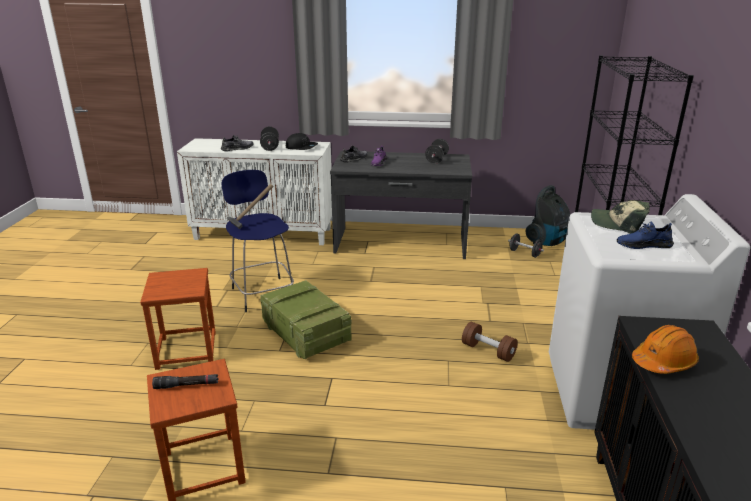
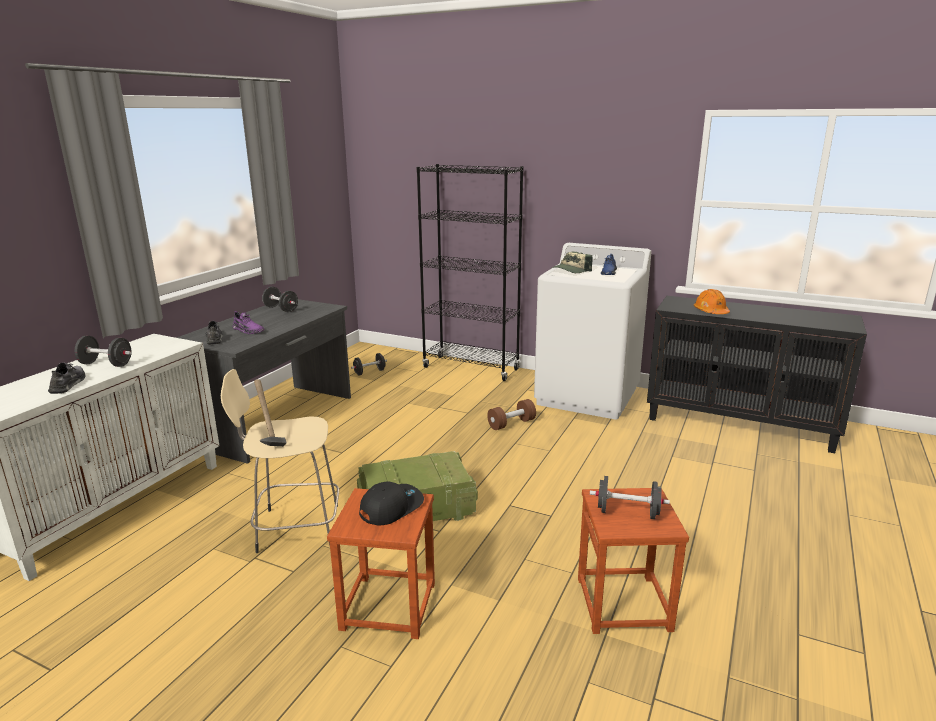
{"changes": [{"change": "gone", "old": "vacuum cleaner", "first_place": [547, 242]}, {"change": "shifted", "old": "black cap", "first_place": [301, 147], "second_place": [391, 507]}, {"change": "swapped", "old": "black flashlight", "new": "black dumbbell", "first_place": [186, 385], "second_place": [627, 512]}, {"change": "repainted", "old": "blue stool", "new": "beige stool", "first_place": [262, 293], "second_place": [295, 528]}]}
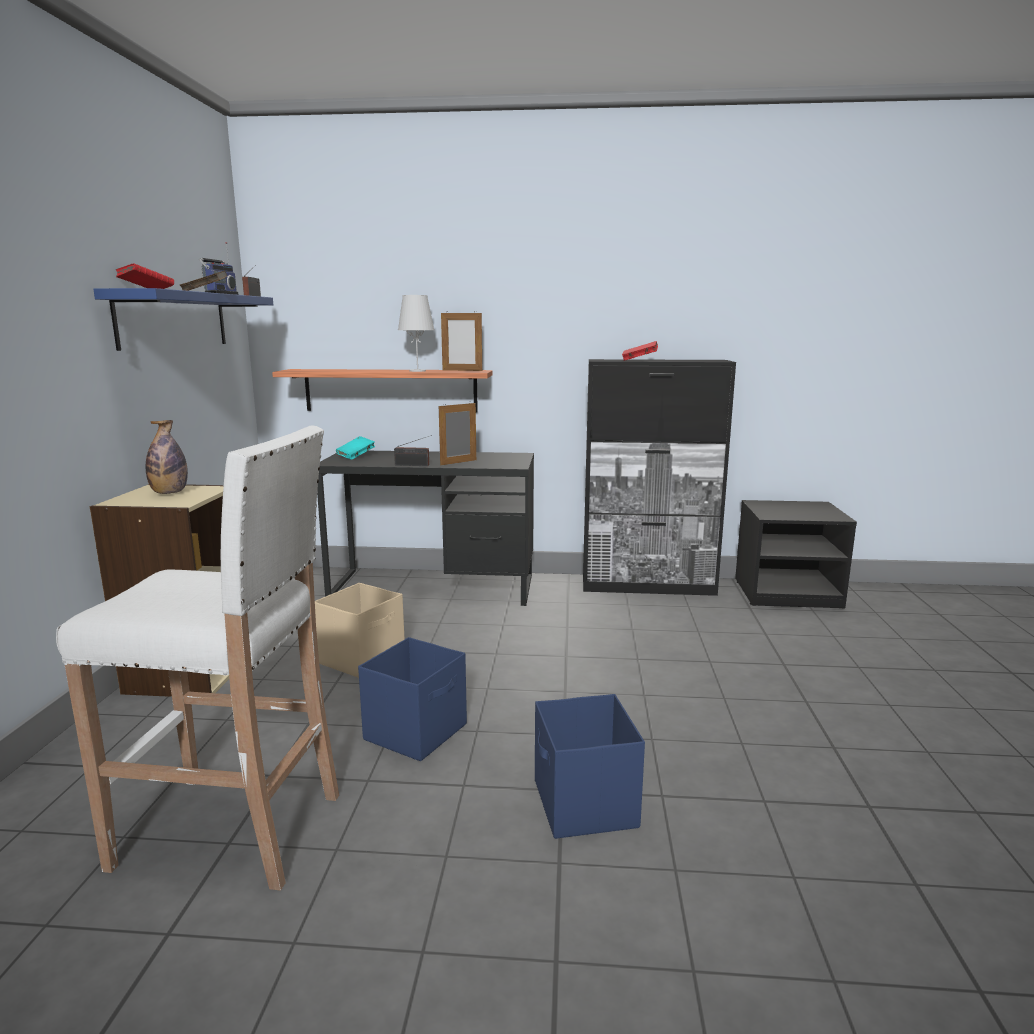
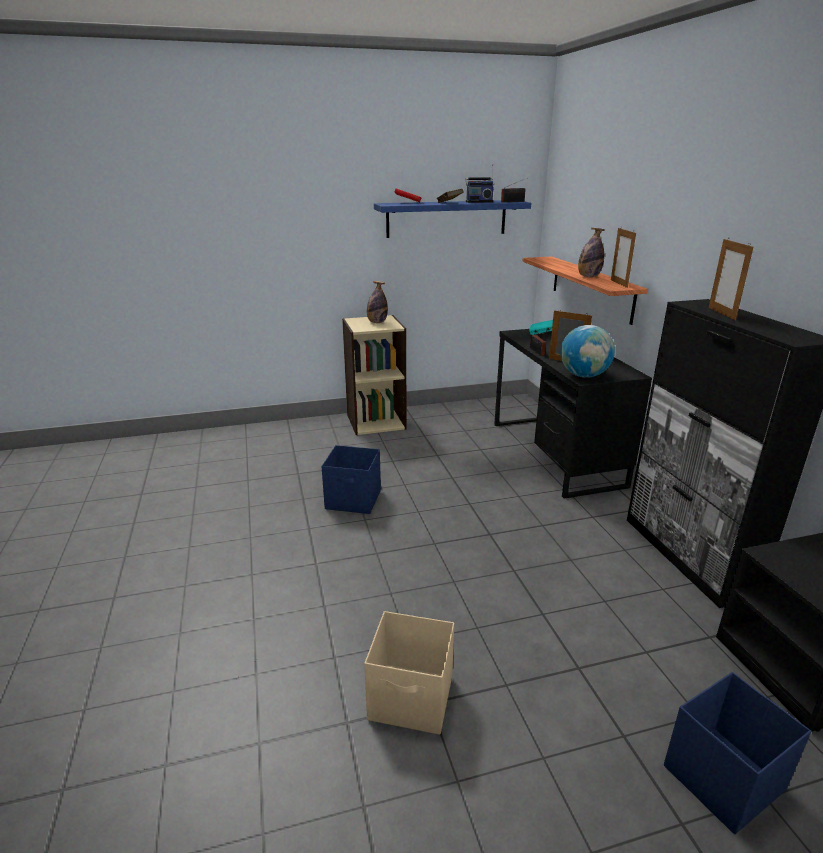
{"changes": [{"change": "gone", "old": "white stool", "first_place": [234, 830]}, {"change": "new", "new": "globe", "second_place": [584, 375]}, {"change": "shifted", "old": "beige storage box", "first_place": [363, 659], "second_place": [412, 699]}, {"change": "shifted", "old": "blue storage box", "first_place": [584, 805], "second_place": [721, 778]}, {"change": "swapped", "old": "white table lamp", "new": "bottle", "first_place": [417, 371], "second_place": [588, 276]}, {"change": "swapped", "old": "red book", "new": "picture frame", "first_place": [639, 360], "second_place": [721, 313]}]}
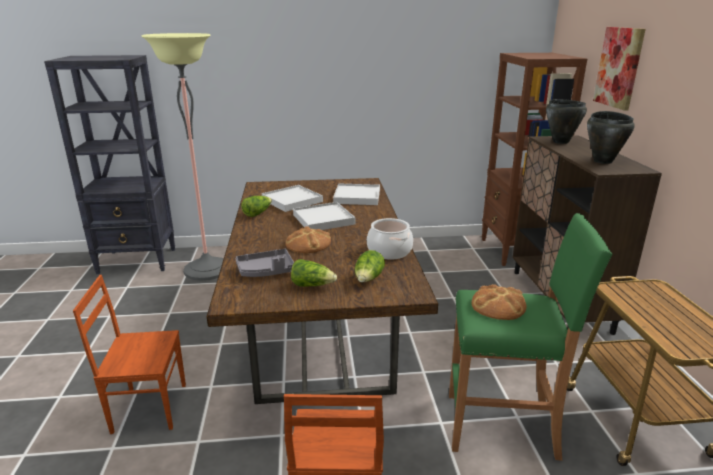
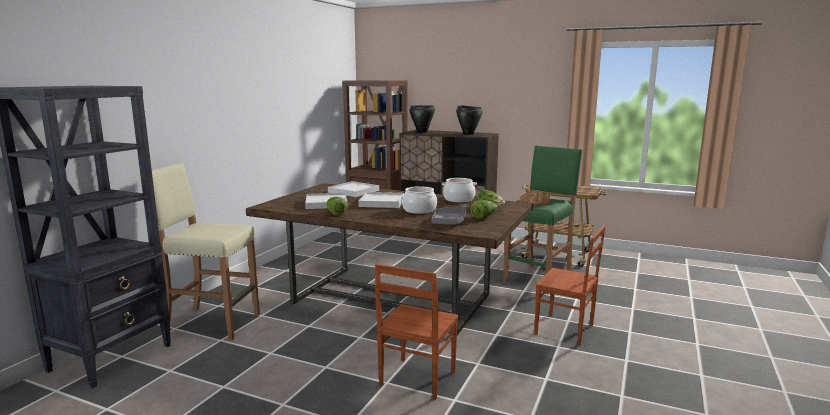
{"changes": [{"change": "gone", "old": "picture", "first_place": [619, 67]}, {"change": "swapped", "old": "floor lamp", "new": "beige stool", "first_place": [207, 269], "second_place": [211, 323]}, {"change": "swapped", "old": "bread", "new": "cooking pot", "first_place": [308, 244], "second_place": [419, 210]}]}
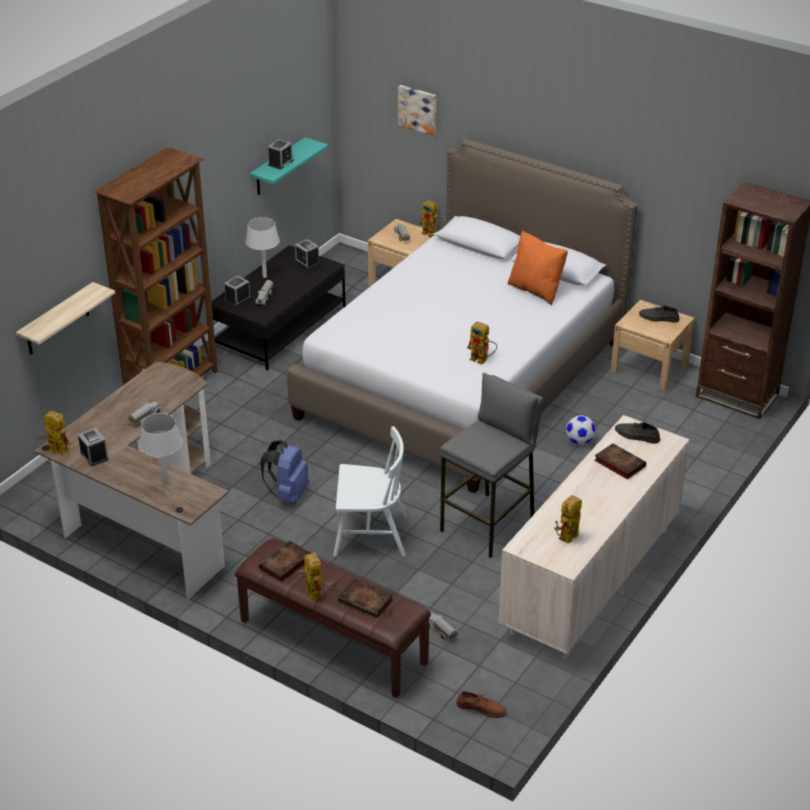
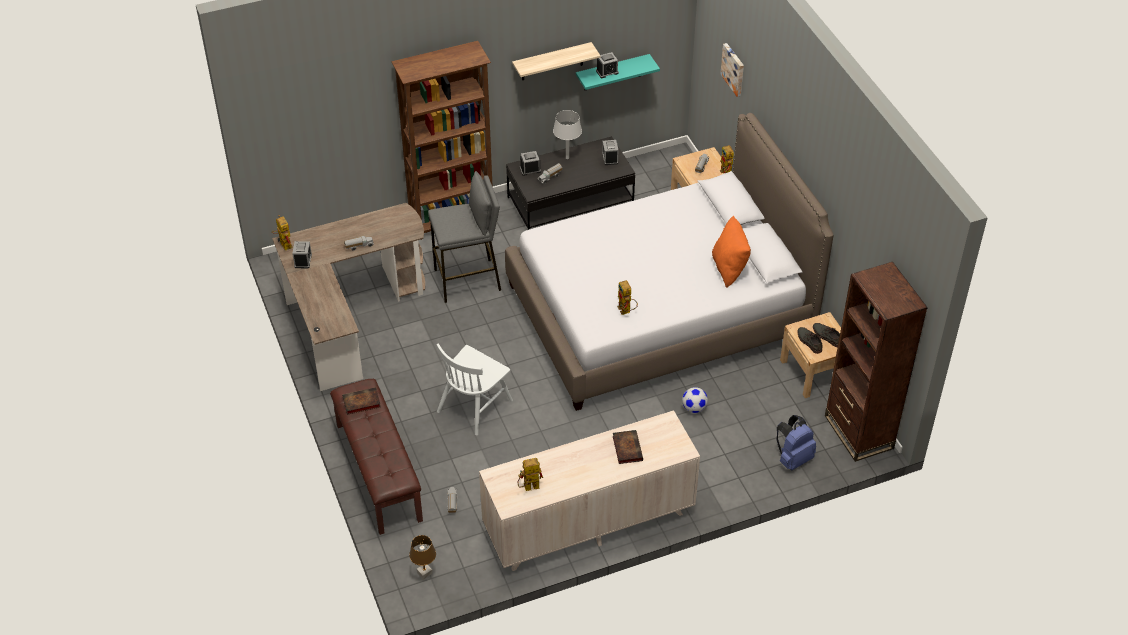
{"changes": [{"change": "gone", "old": "grey table lamp", "first_place": [165, 483]}, {"change": "gone", "old": "toy robot", "first_place": [311, 591]}, {"change": "gone", "old": "book", "first_place": [367, 601]}, {"change": "shifted", "old": "shelf", "first_place": [57, 320], "second_place": [552, 62]}, {"change": "shifted", "old": "blue backpack", "first_place": [287, 494], "second_place": [793, 458]}, {"change": "shifted", "old": "grey stool", "first_place": [488, 524], "second_place": [468, 280]}, {"change": "shifted", "old": "grey shoe", "first_place": [636, 436], "second_place": [809, 341]}, {"change": "swapped", "old": "brown shoe", "new": "brown table lamp", "first_place": [481, 708], "second_place": [424, 573]}, {"change": "rotated", "old": "white chair", "first_place": [370, 535], "second_place": [474, 405], "degrees": 90}]}
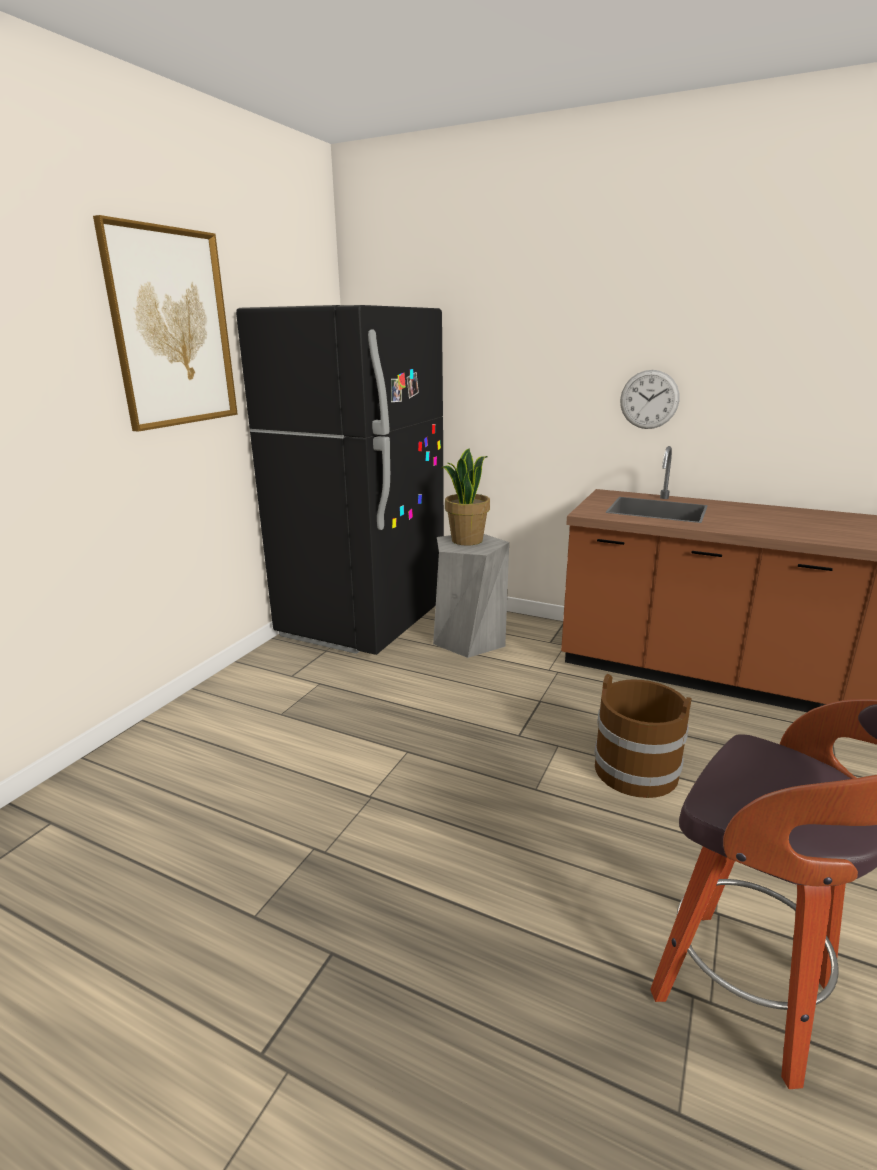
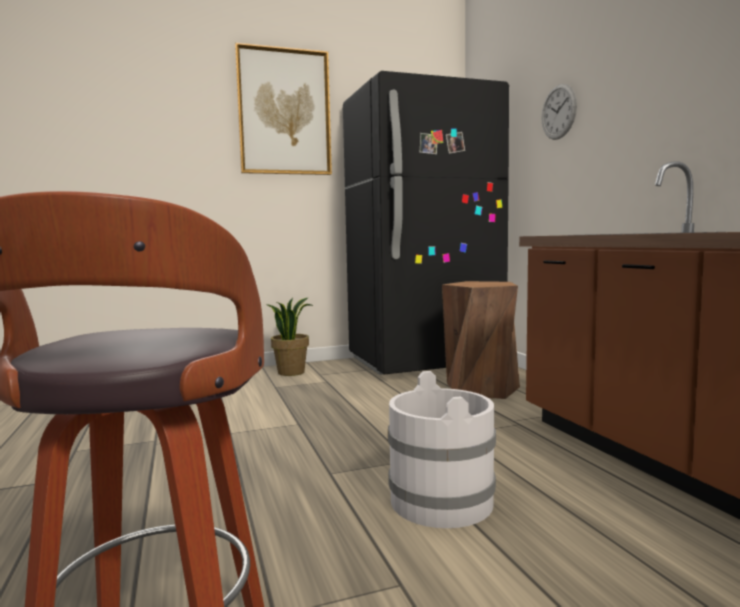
{"changes": [{"change": "shifted", "old": "potted plant", "first_place": [466, 540], "second_place": [291, 372]}, {"change": "shifted", "old": "wall clock", "first_place": [649, 399], "second_place": [558, 112]}, {"change": "repainted", "old": "grey stool", "new": "brown stool", "first_place": [469, 640], "second_place": [482, 388]}, {"change": "repainted", "old": "brown bucket", "new": "white bucket", "first_place": [636, 770], "second_place": [442, 501]}]}
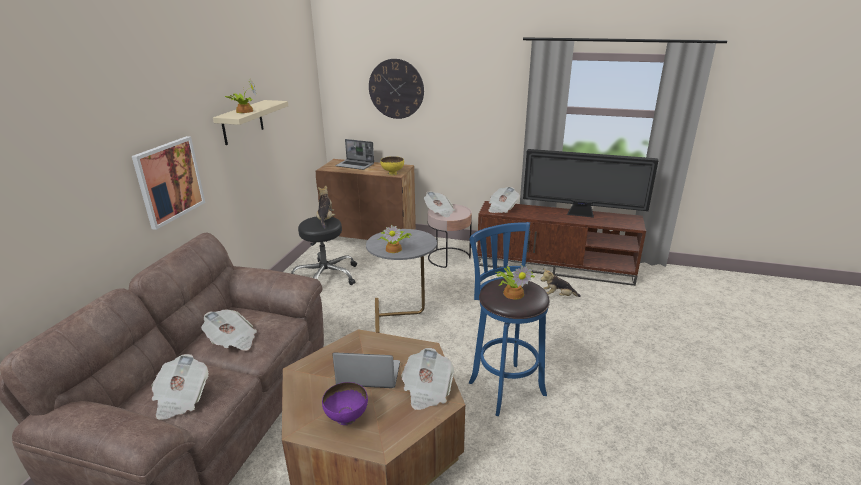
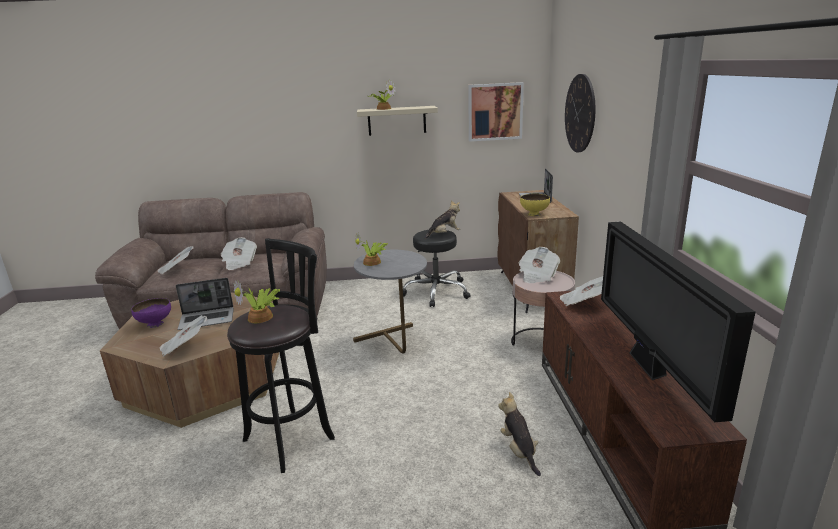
{"changes": [{"change": "shifted", "old": "picture", "first_place": [169, 181], "second_place": [495, 112]}, {"change": "repainted", "old": "blue stool", "new": "black stool", "first_place": [504, 386], "second_place": [293, 436]}, {"change": "rotated", "old": "laptop", "first_place": [368, 375], "second_place": [208, 319], "degrees": 90}]}
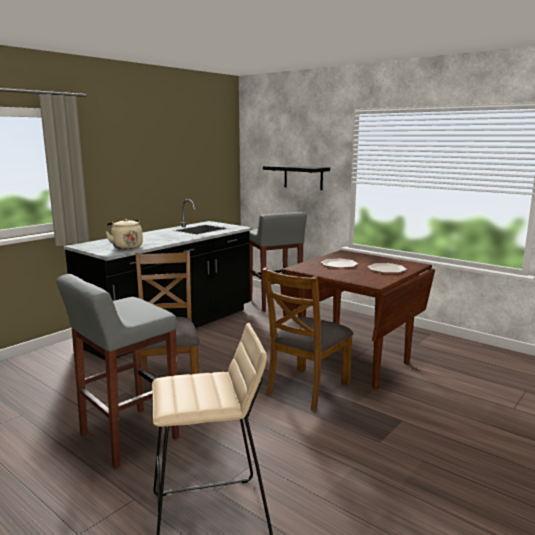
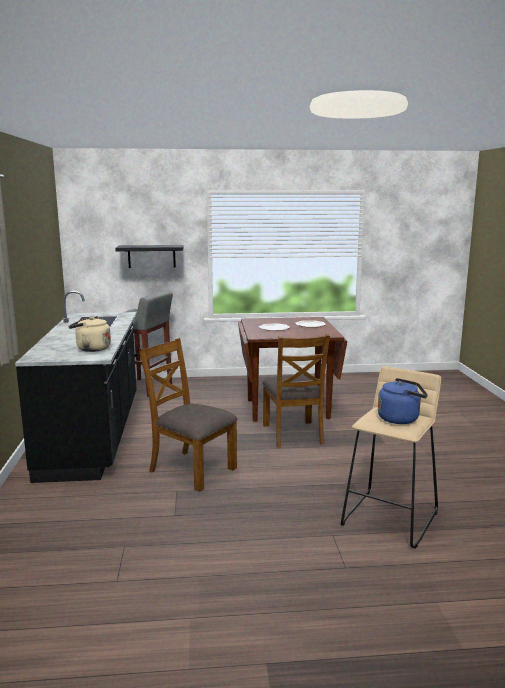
{"changes": [{"change": "gone", "old": "grey stool", "first_place": [127, 436]}, {"change": "new", "new": "blue kettle", "second_place": [400, 418]}]}
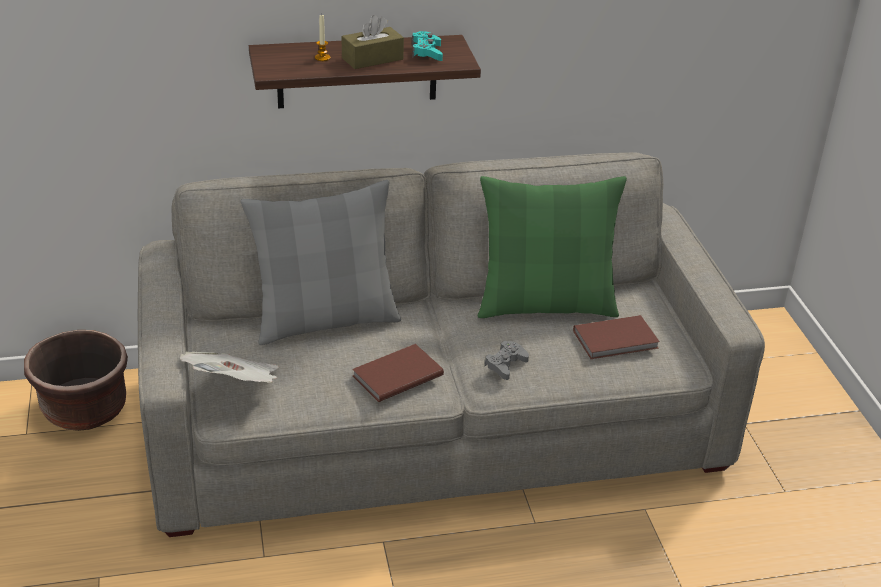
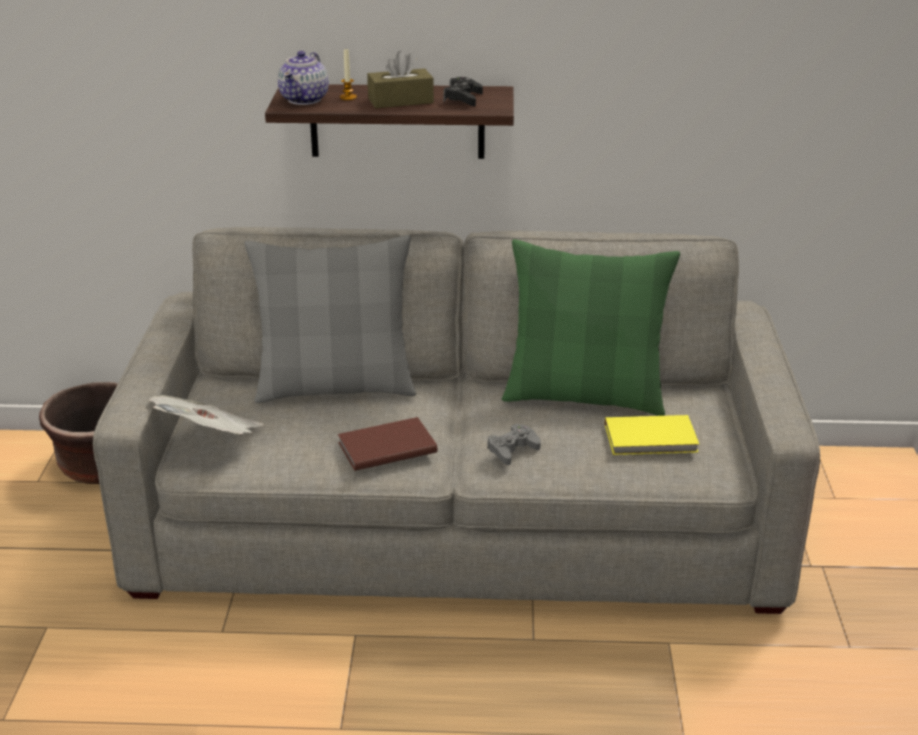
{"changes": [{"change": "new", "new": "teapot", "second_place": [305, 99]}, {"change": "repainted", "old": "turquoise game controller", "new": "black game controller", "first_place": [426, 52], "second_place": [463, 98]}, {"change": "repainted", "old": "brown book", "new": "yellow book", "first_place": [617, 340], "second_place": [652, 439]}]}
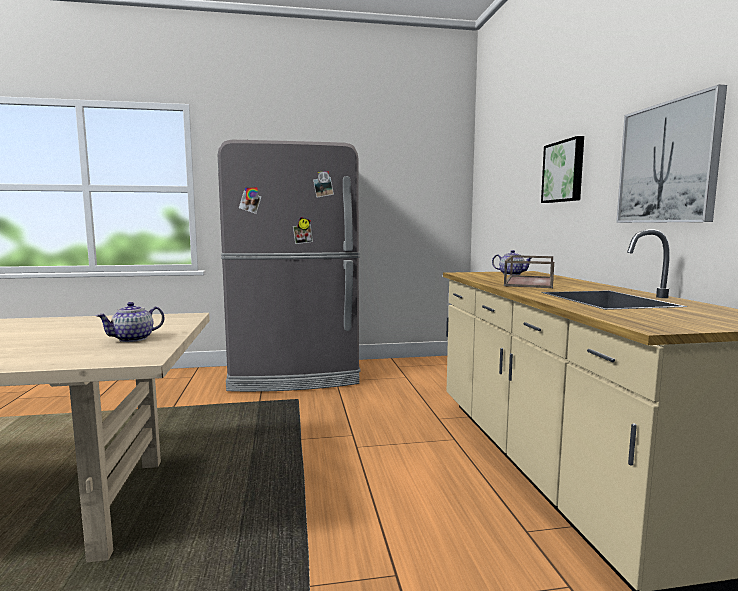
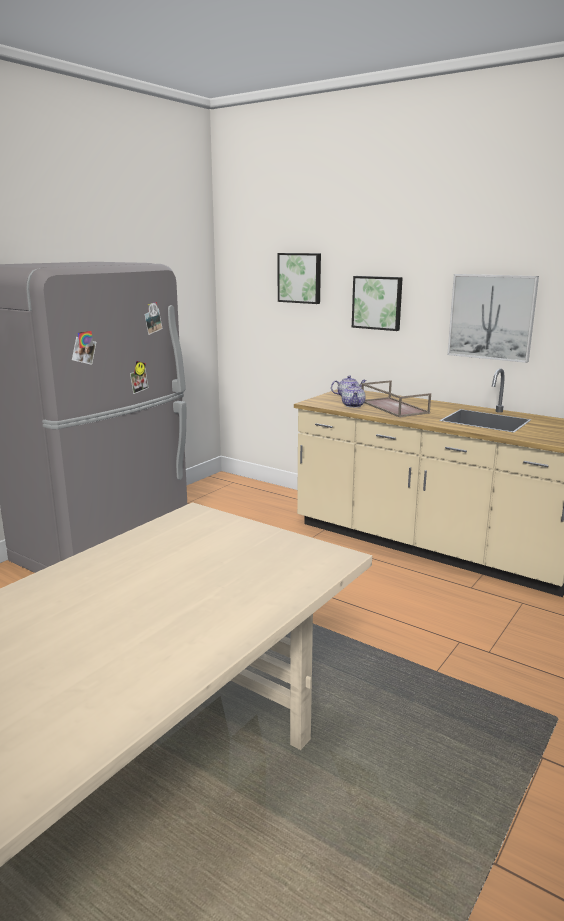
{"changes": [{"change": "new", "new": "picture", "second_place": [300, 278]}, {"change": "shifted", "old": "teapot", "first_place": [134, 339], "second_place": [353, 405]}]}
